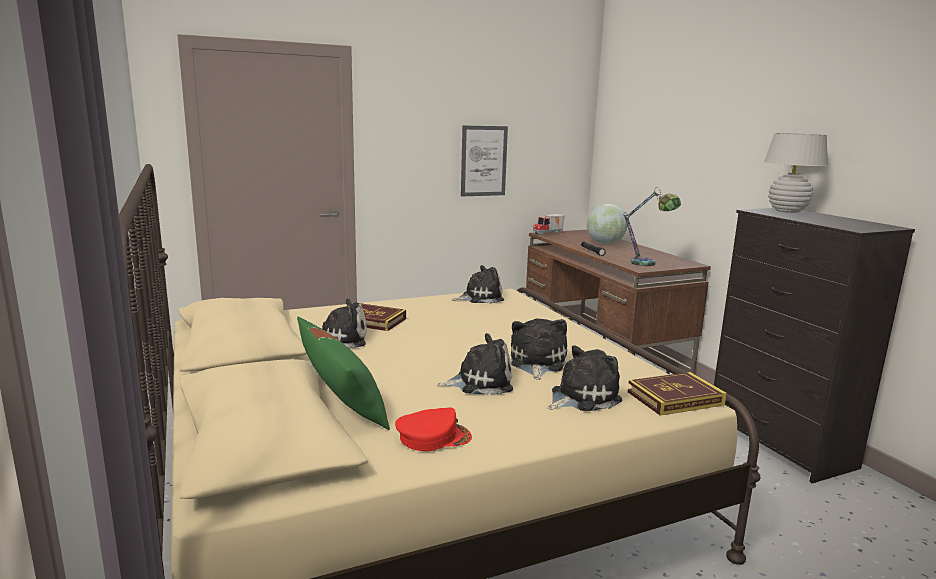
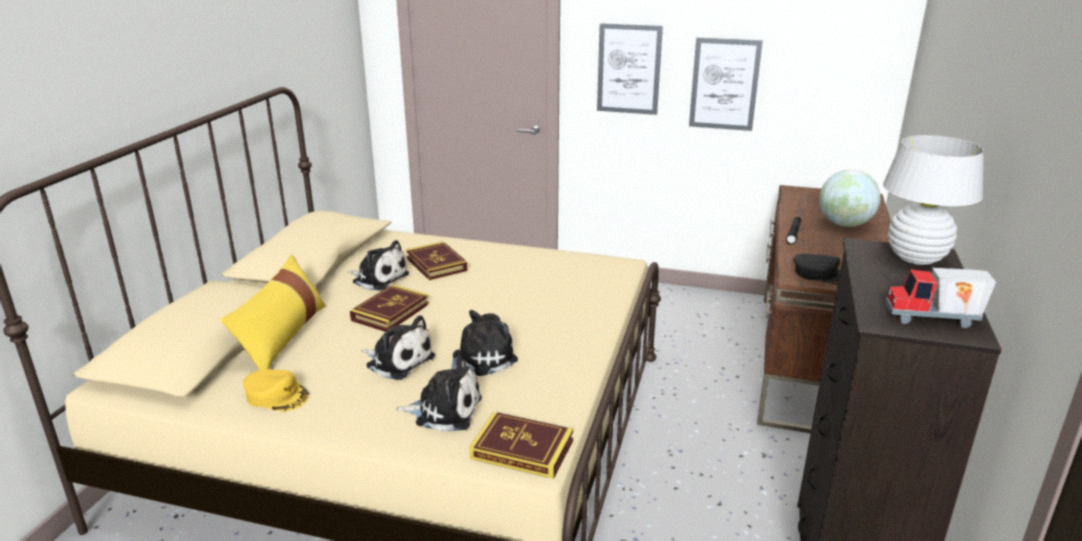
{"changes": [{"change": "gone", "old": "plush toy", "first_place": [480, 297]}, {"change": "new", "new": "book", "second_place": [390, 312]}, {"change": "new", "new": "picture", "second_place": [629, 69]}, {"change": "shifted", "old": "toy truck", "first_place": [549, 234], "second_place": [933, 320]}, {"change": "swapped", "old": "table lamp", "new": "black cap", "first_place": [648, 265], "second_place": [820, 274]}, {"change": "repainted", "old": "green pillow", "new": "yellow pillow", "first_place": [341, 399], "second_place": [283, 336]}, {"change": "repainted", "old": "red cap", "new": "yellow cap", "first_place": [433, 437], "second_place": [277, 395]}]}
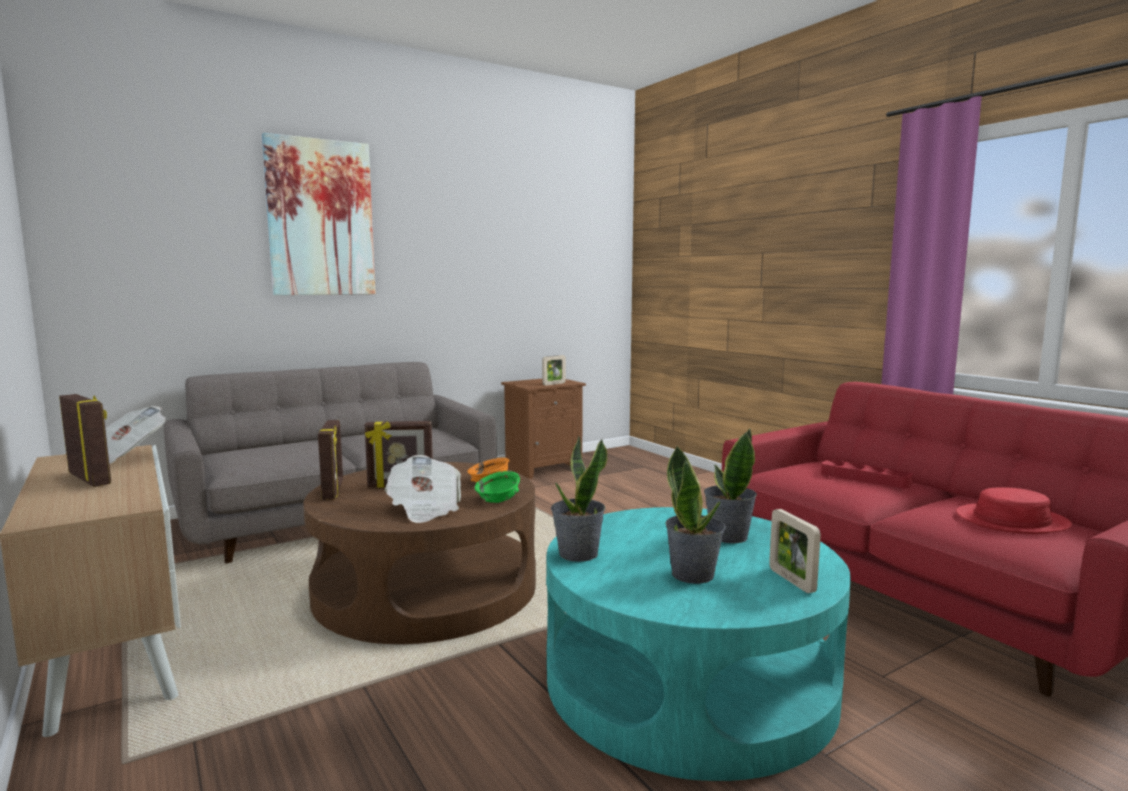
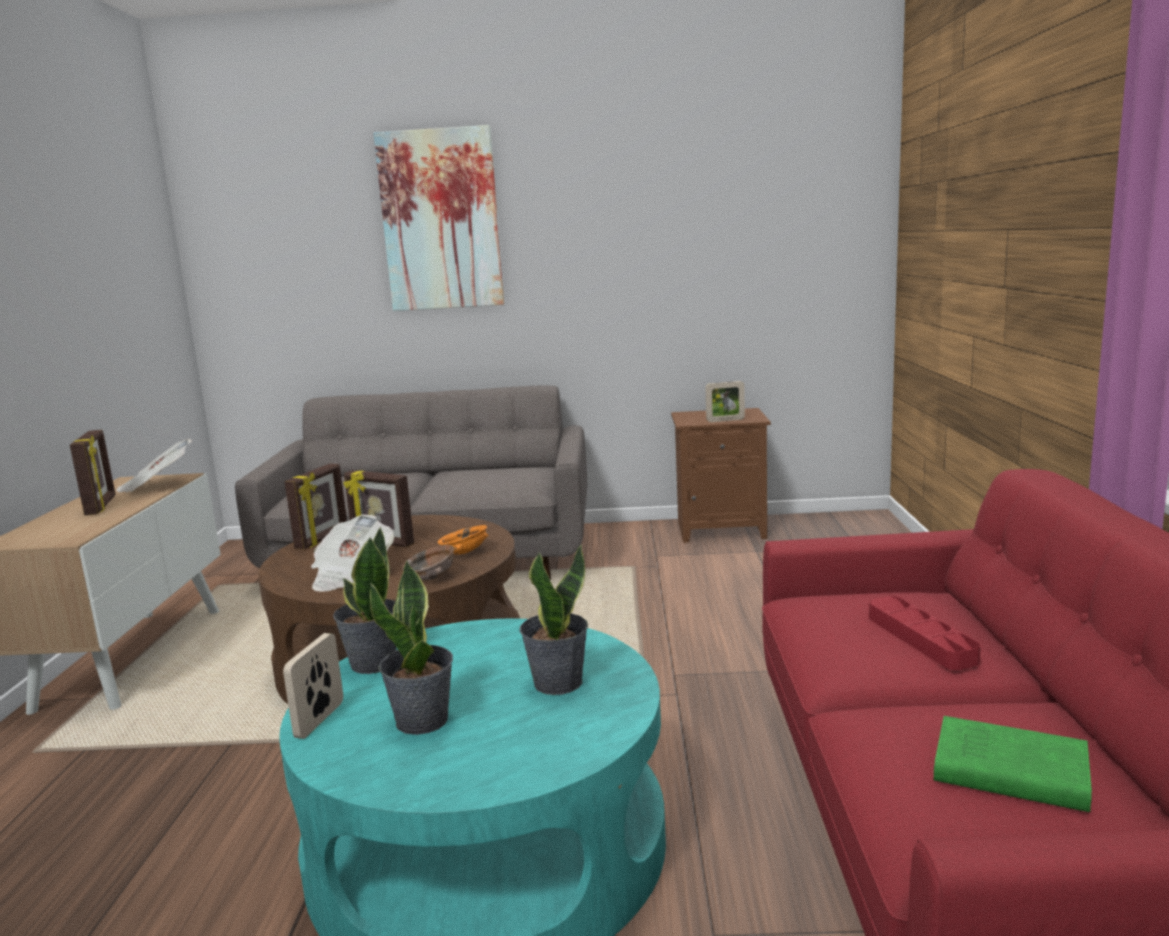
{"changes": [{"change": "shifted", "old": "picture frame", "first_place": [791, 580], "second_place": [320, 720]}, {"change": "swapped", "old": "red hat", "new": "green book", "first_place": [1011, 520], "second_place": [1005, 770]}, {"change": "repainted", "old": "green bowl", "new": "brown bowl", "first_place": [498, 499], "second_place": [431, 577]}]}
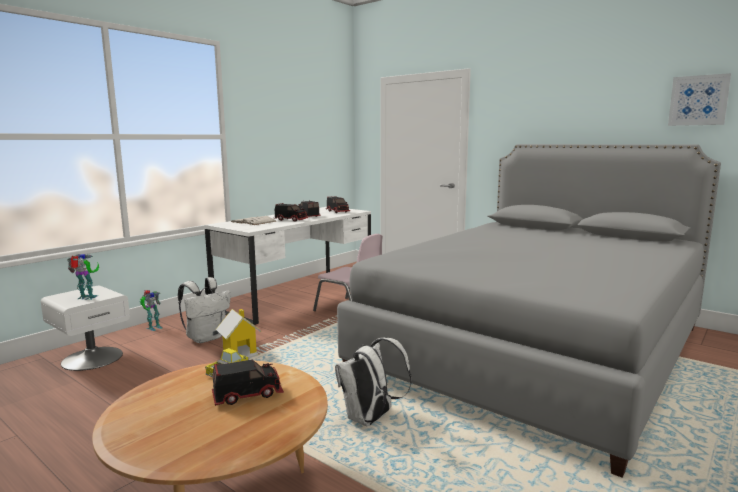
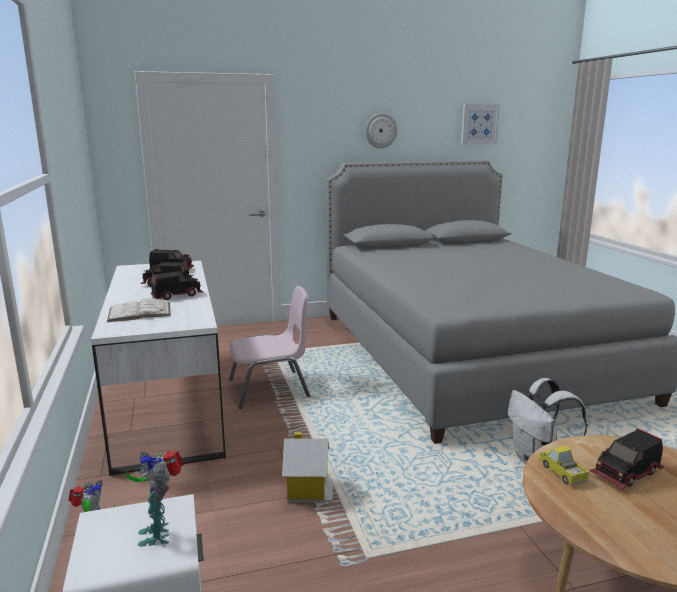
{"changes": [{"change": "gone", "old": "white backpack", "first_place": [206, 338]}, {"change": "new", "new": "wall clock", "second_place": [381, 130]}, {"change": "rotated", "old": "toy robot", "first_place": [87, 298], "second_place": [159, 533], "degrees": -60}, {"change": "rotated", "old": "toy truck", "first_place": [247, 394], "second_place": [627, 474], "degrees": -135}]}
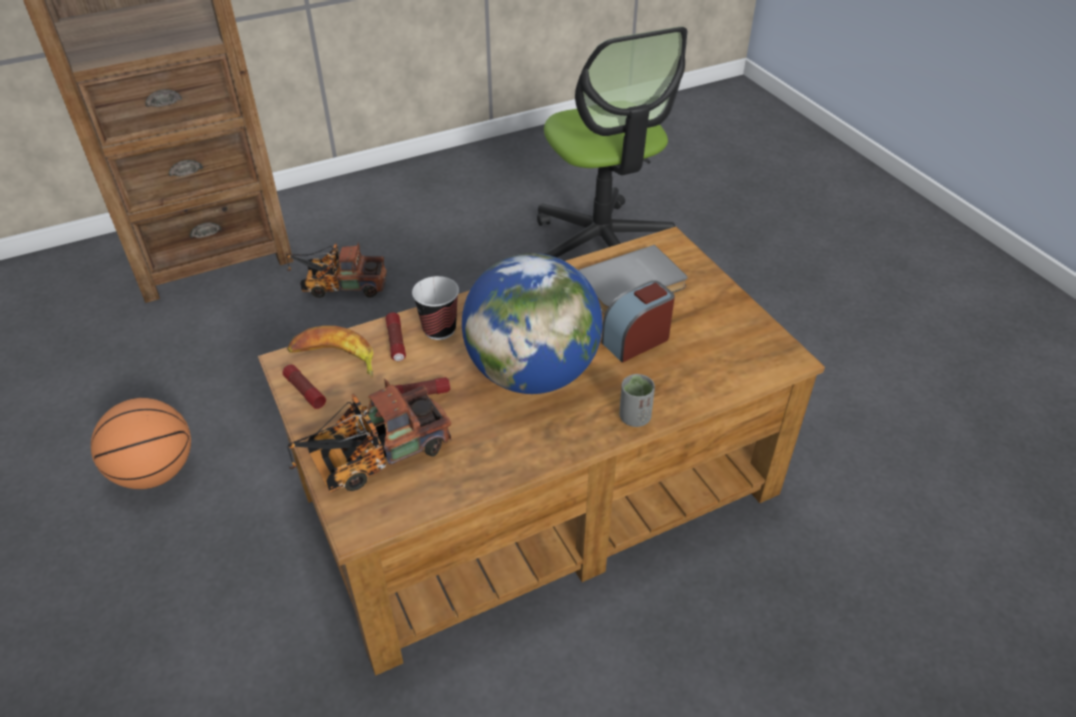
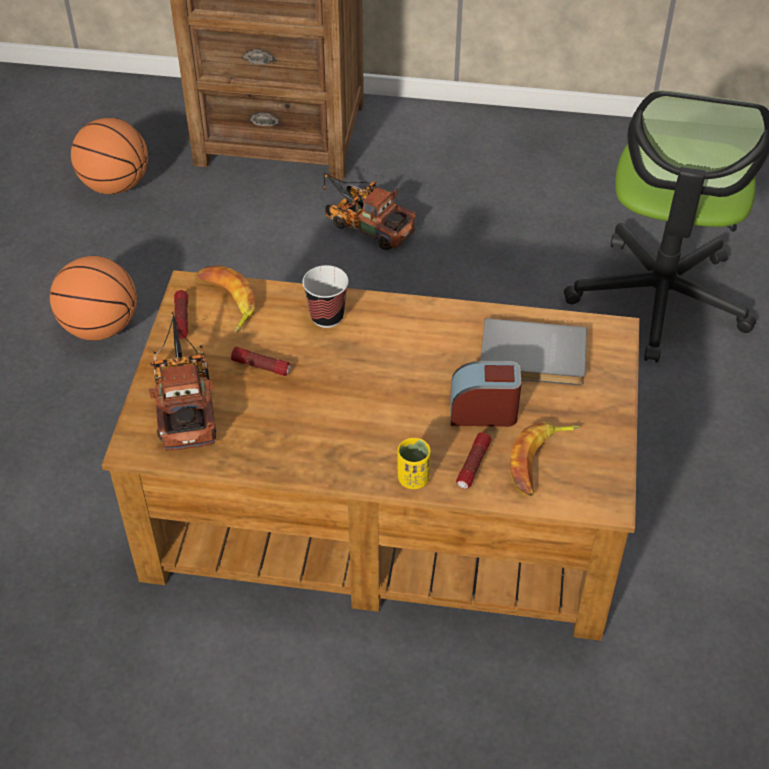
{"changes": [{"change": "gone", "old": "globe", "first_place": [532, 373]}, {"change": "new", "new": "basketball", "second_place": [115, 185]}, {"change": "new", "new": "banana", "second_place": [540, 461]}, {"change": "shifted", "old": "flashlight", "first_place": [396, 342], "second_place": [473, 465]}, {"change": "repainted", "old": "grey cup", "new": "yellow cup", "first_place": [634, 417], "second_place": [413, 478]}, {"change": "rotated", "old": "toy truck", "first_place": [373, 458], "second_place": [185, 400], "degrees": 75}]}
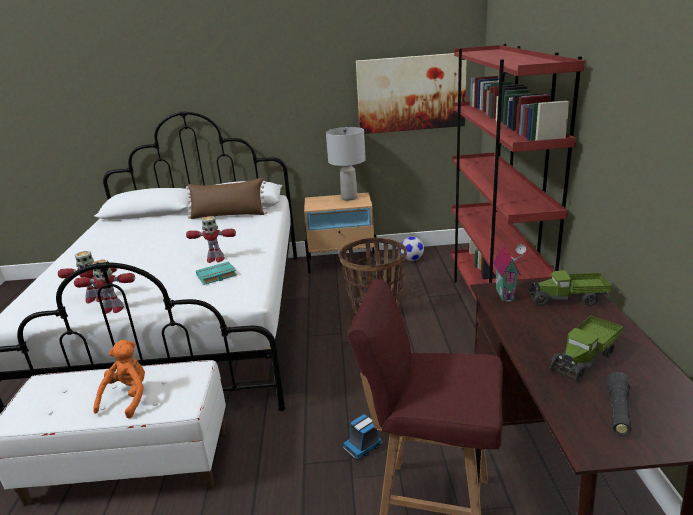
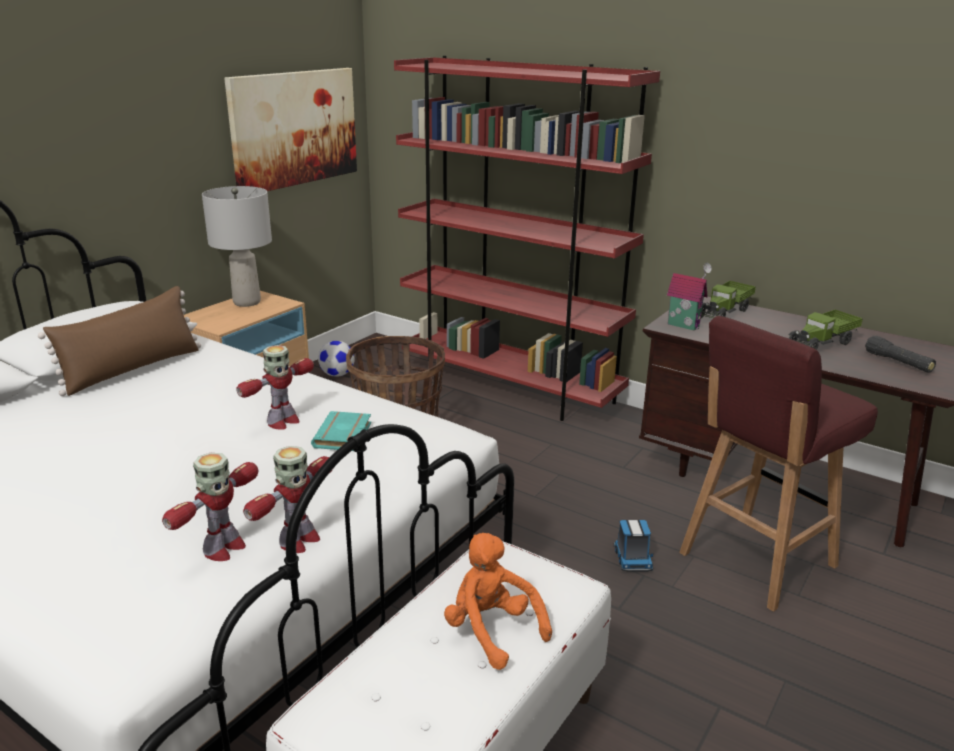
{"changes": [{"change": "rotated", "old": "toy truck", "first_place": [584, 359], "second_place": [821, 344], "degrees": 60}]}
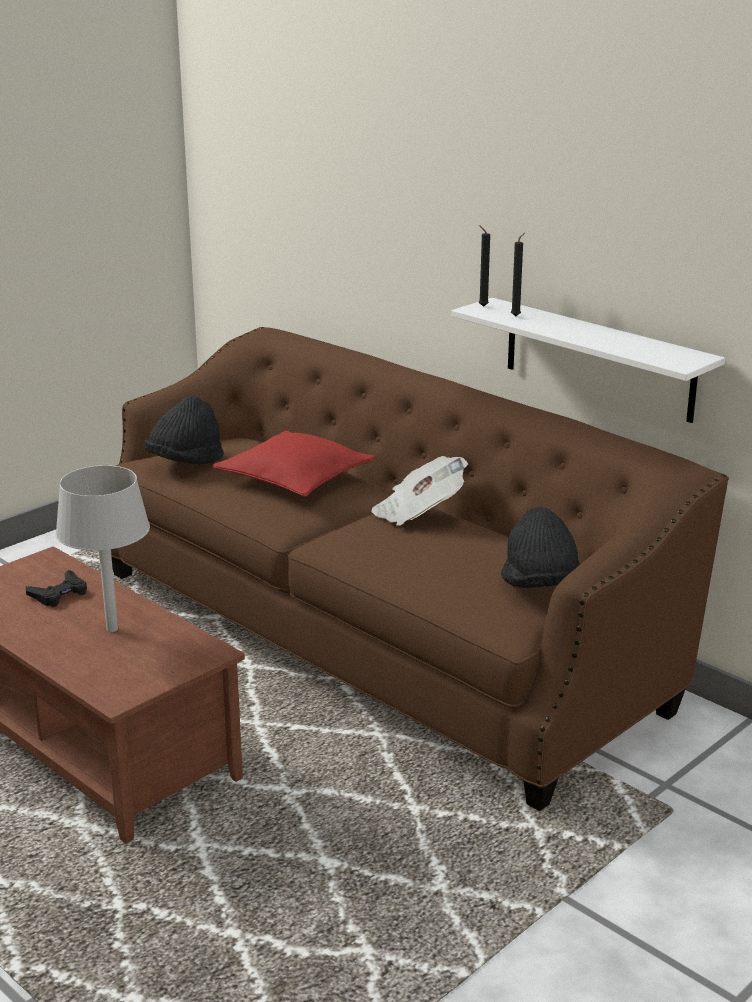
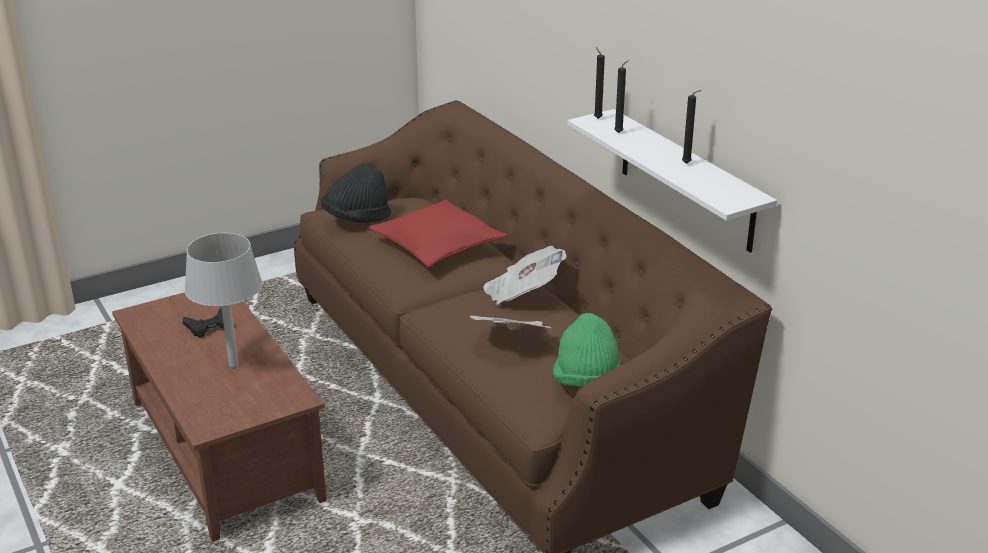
{"changes": [{"change": "new", "new": "newspaper", "second_place": [514, 341]}, {"change": "new", "new": "black candle", "second_place": [688, 164]}, {"change": "repainted", "old": "black hat", "new": "green hat", "first_place": [541, 587], "second_place": [586, 382]}]}
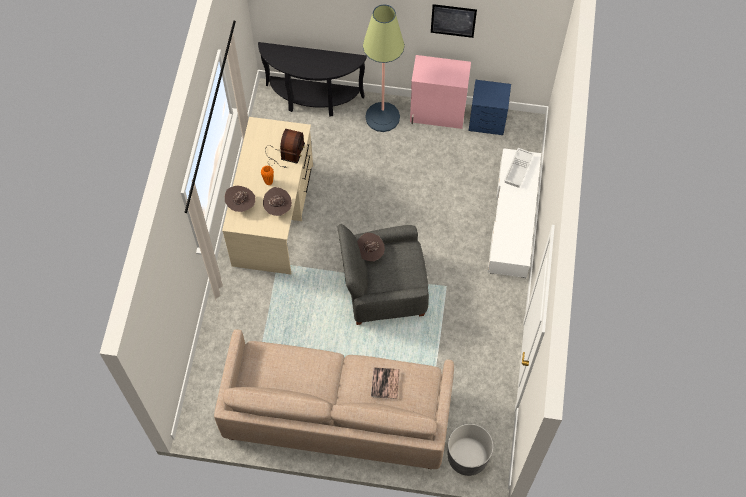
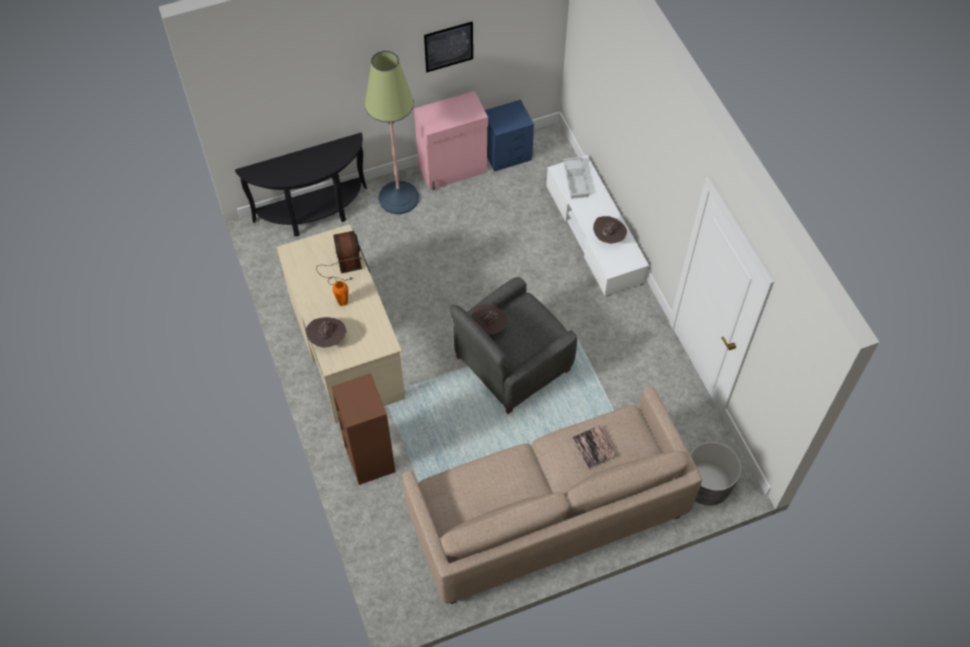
{"changes": [{"change": "new", "new": "brown bookcase", "second_place": [369, 458]}, {"change": "shifted", "old": "brown hat", "first_place": [278, 208], "second_place": [608, 237]}]}
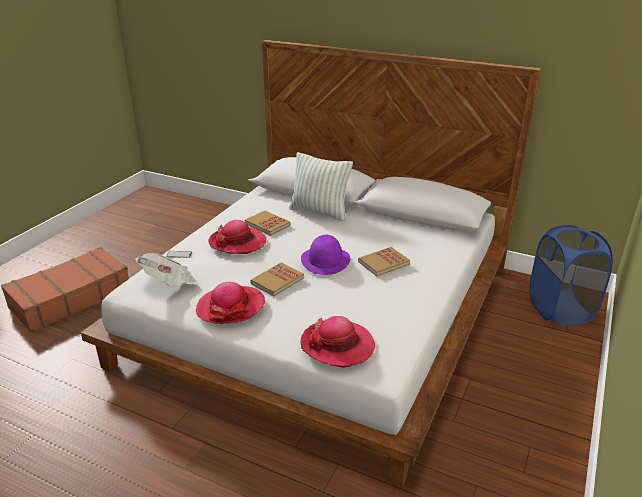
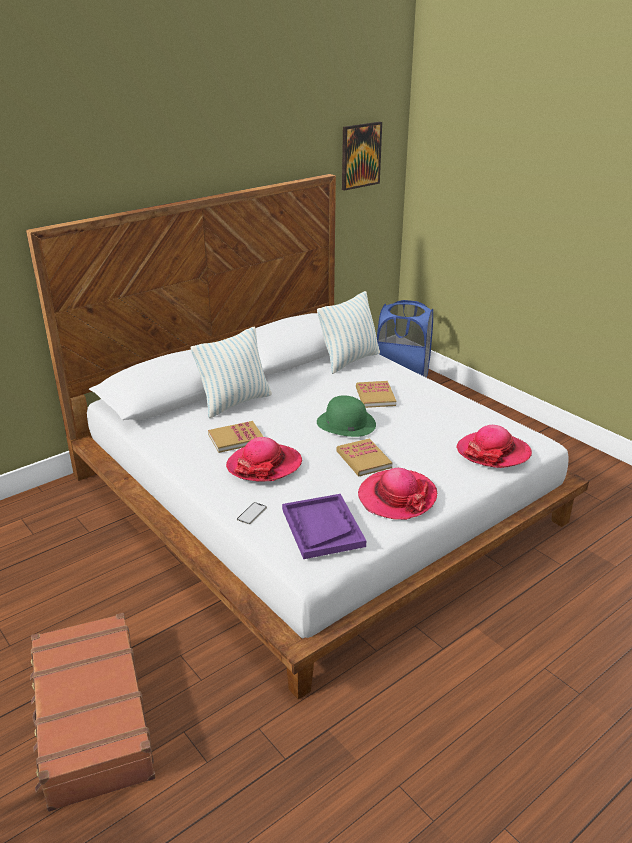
{"changes": [{"change": "new", "new": "pillow", "second_place": [349, 360]}, {"change": "new", "new": "picture", "second_place": [360, 155]}, {"change": "swapped", "old": "newspaper", "new": "purple tray", "first_place": [169, 282], "second_place": [322, 527]}, {"change": "repainted", "old": "purple hat", "new": "green hat", "first_place": [325, 260], "second_place": [345, 423]}]}
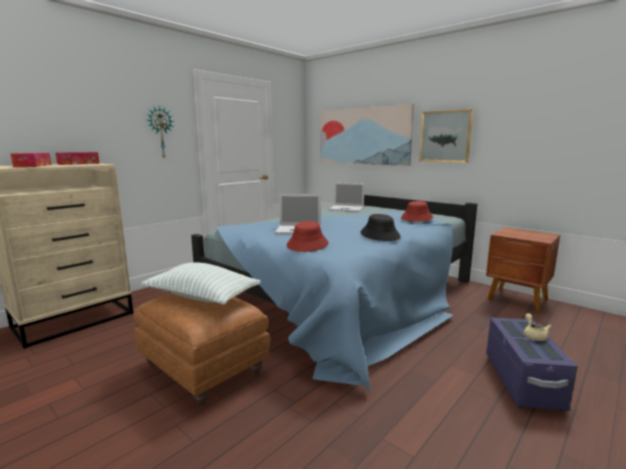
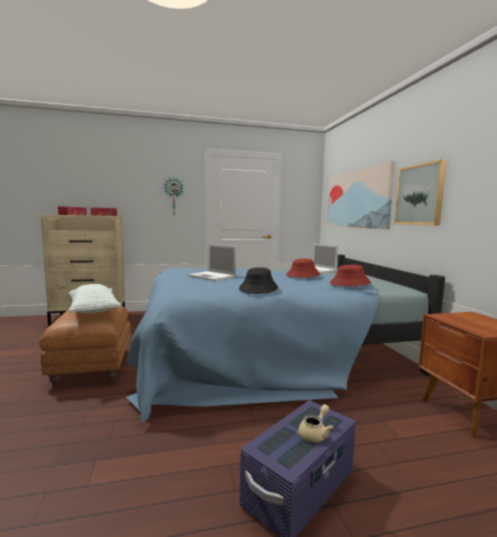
{"changes": [{"change": "shifted", "old": "red hat", "first_place": [307, 244], "second_place": [303, 275]}]}
